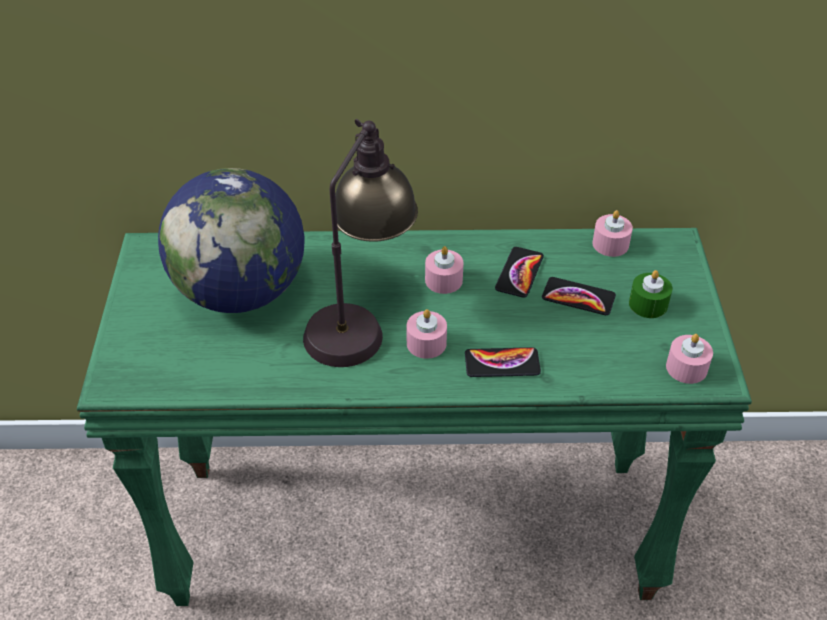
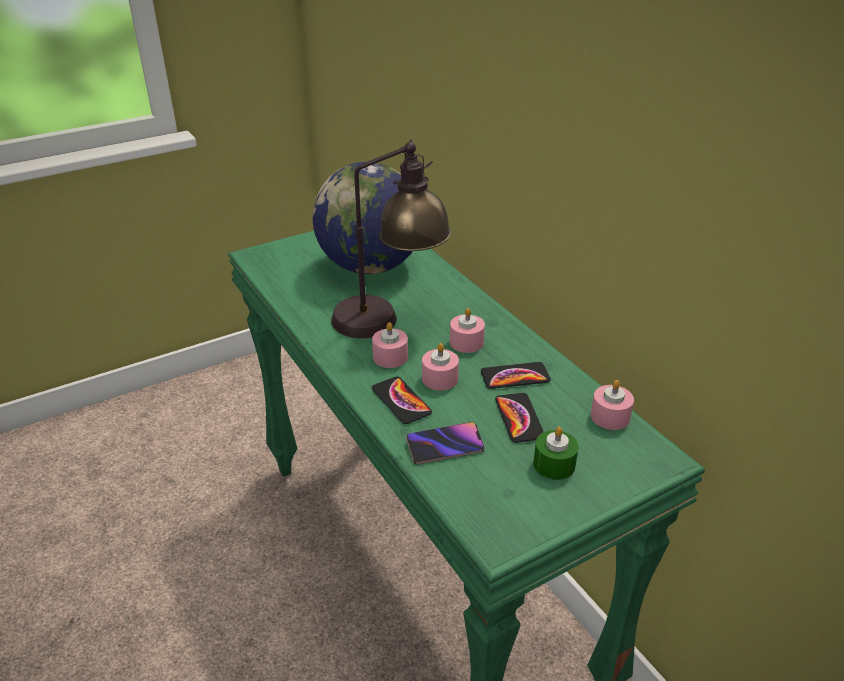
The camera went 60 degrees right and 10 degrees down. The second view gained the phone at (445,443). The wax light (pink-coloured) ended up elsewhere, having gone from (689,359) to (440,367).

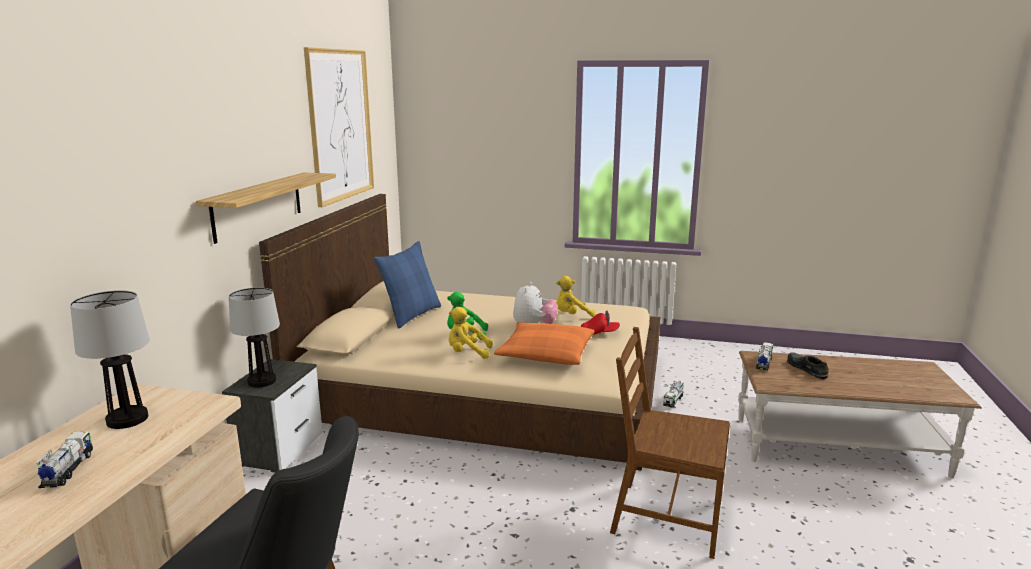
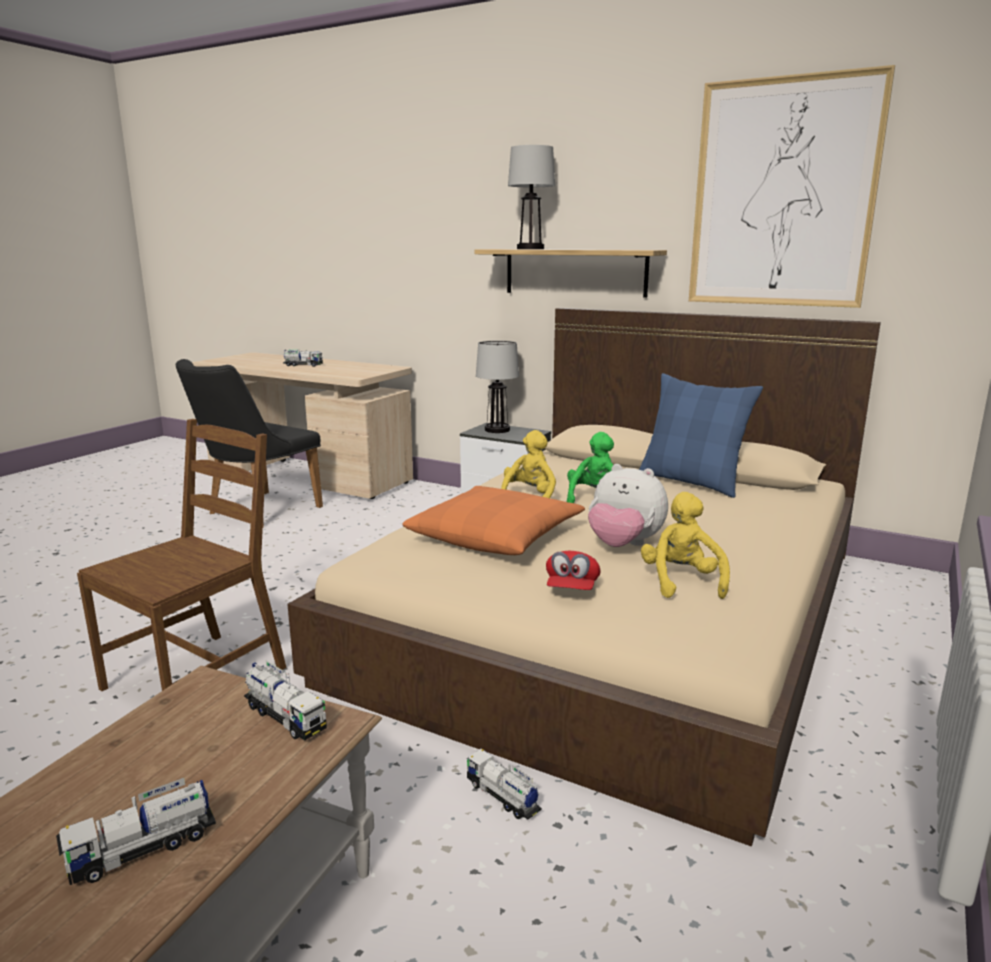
The camera went 105 degrees right and 0 degrees up. The second view gained the toy truck at (136,831). The tabletop lamp ended up elsewhere, having gone from (110,359) to (531,197). The second view lost the shoe (black) at (807,365).

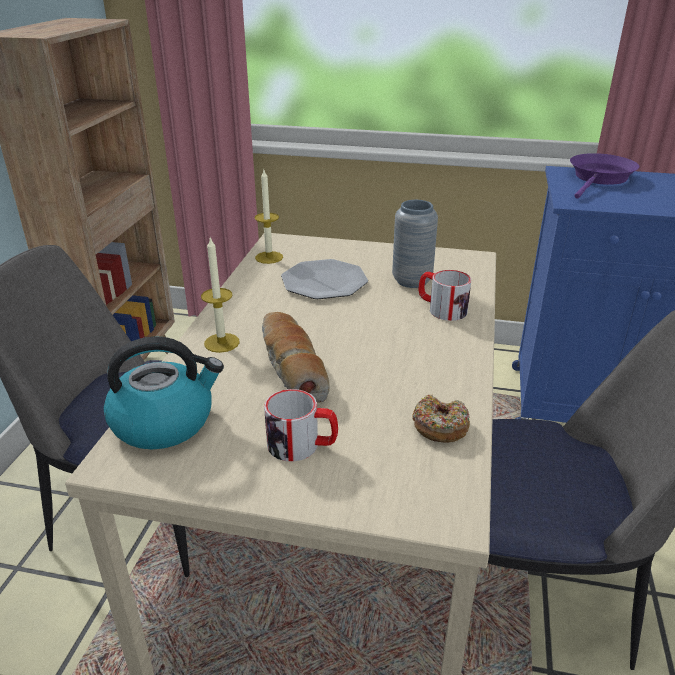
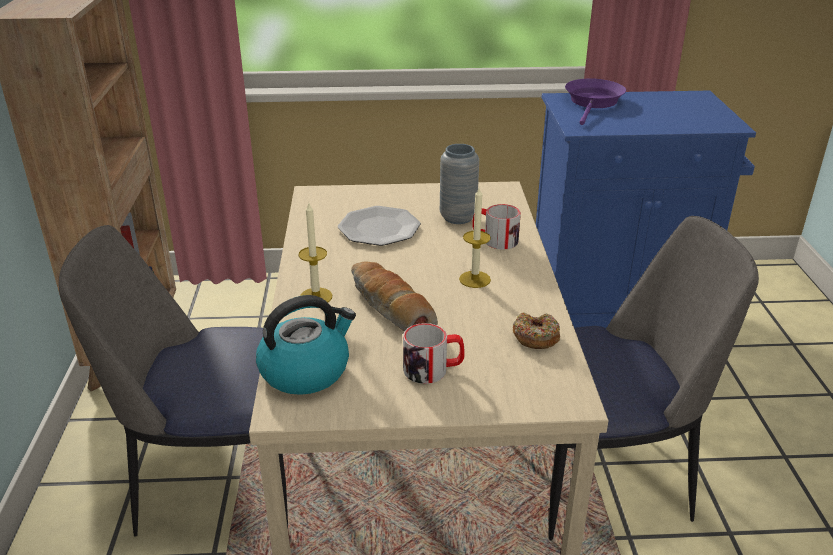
The camera went 15 degrees left and 0 degrees up. The wax light ended up elsewhere, having gone from (268,217) to (475,238).

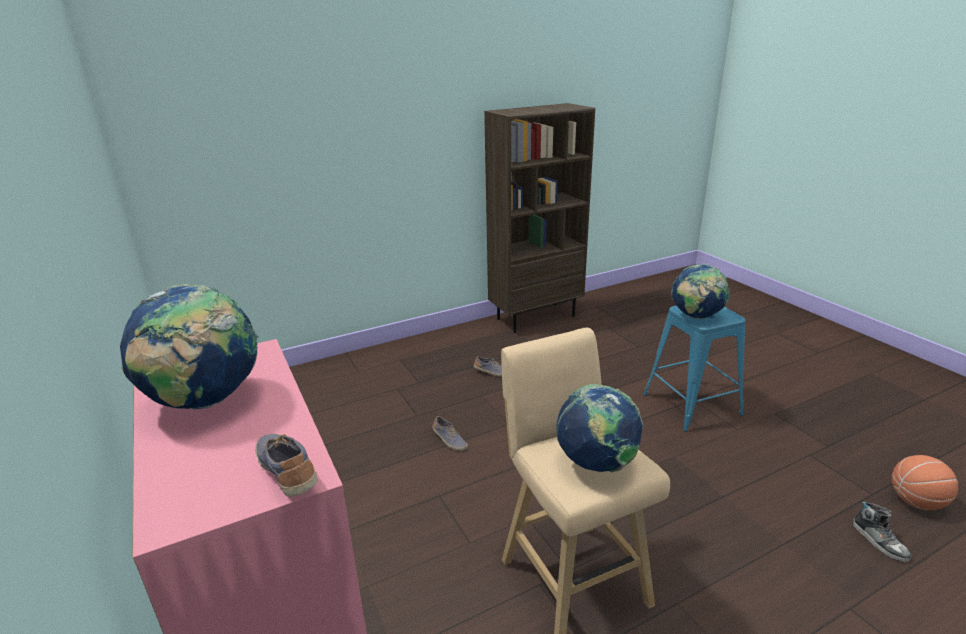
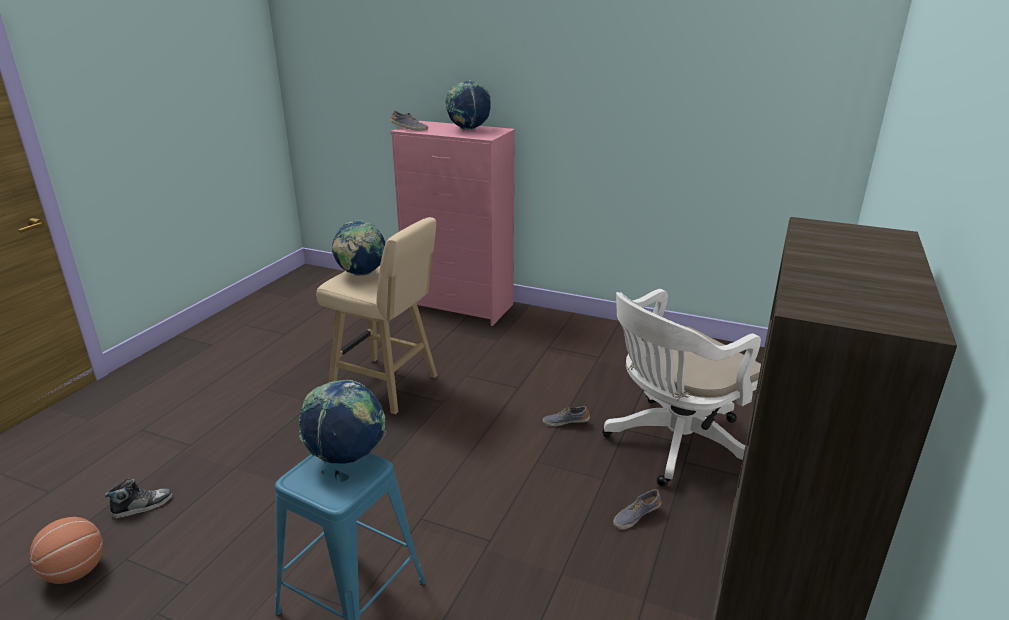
The camera went 140 degrees right and 0 degrees up. The shoe at (882,532) ended up facing another way, 120 degrees clockwise from before. The second view gained the computer chair (whitish) at (681,388).

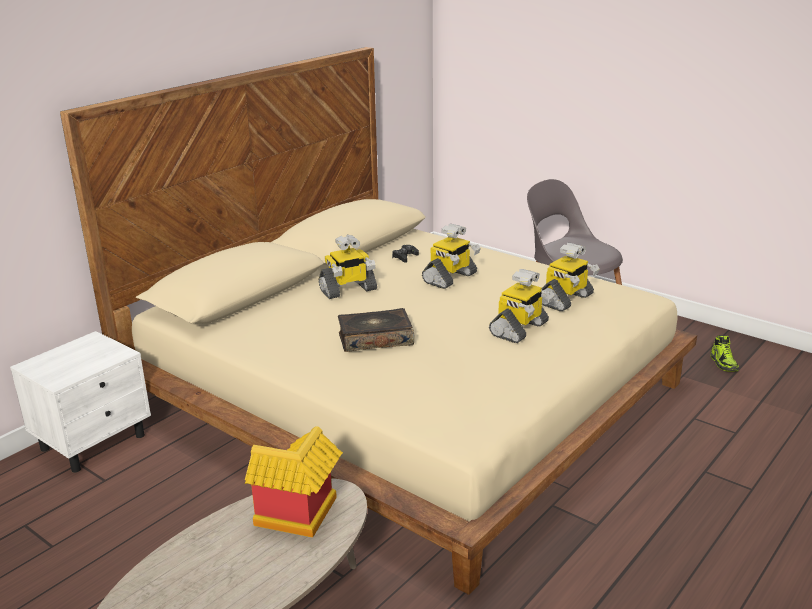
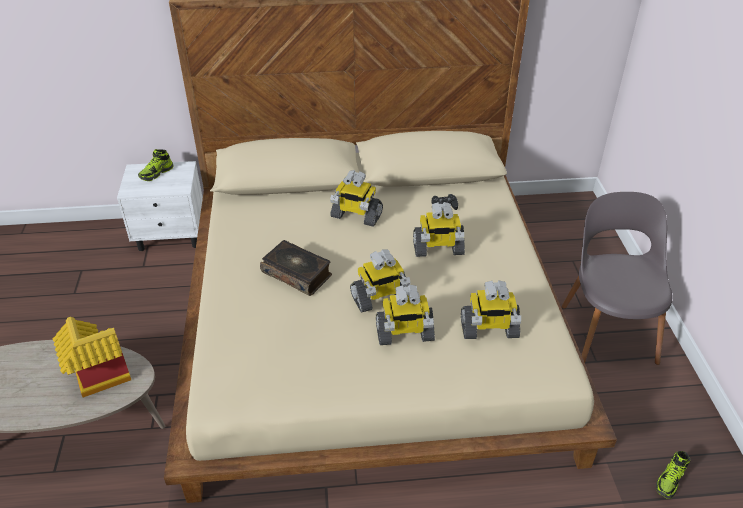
The camera went 45 degrees right and 15 degrees up. The second view gained the shoe at (155,165). The second view gained the toy robot at (380,281).

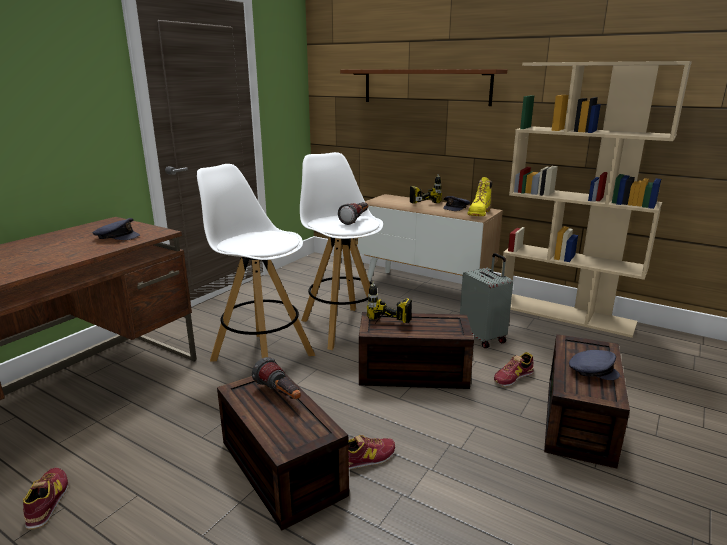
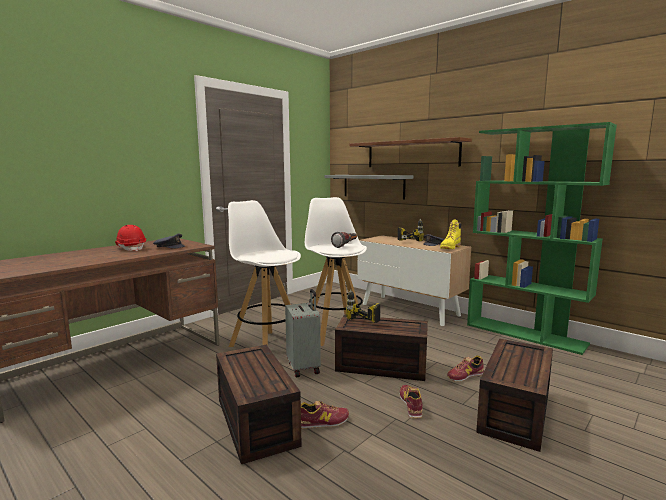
The camera went 10 degrees right and 10 degrees down. The second view gained the safety helmet (red-coloured) at (130,238). The piece of luggage (gray) ended up elsewhere, having gone from (486,300) to (303,333). The second view gained the wall shelf (gray) at (368,187). The shoe ended up elsewhere, having gone from (45,499) to (411,401). What was the bookshelf (sand-coloured) at (596,199) turned into the bookshelf (green-coloured) at (542,238). The second view lost the flashlight at (276,378). The second view lost the baseball cap (gray) at (594,365).

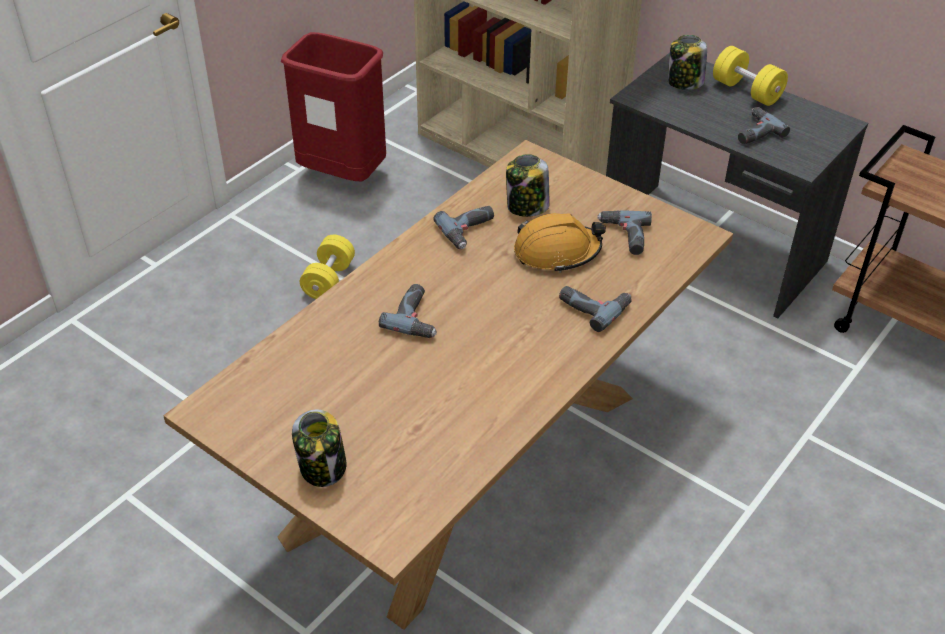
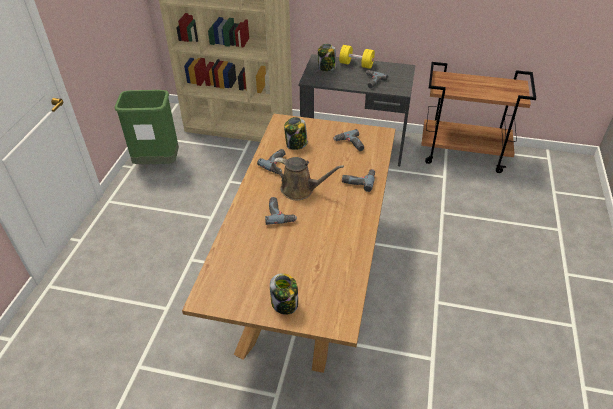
The camera went 25 degrees left and 0 degrees up. What was the rubbish bin (red-coloured) at (333,106) turned into the rubbish bin (green-coloured) at (147,127). The second view gained the watering pot (brown-coloured) at (307,178). The second view lost the hand weight (yellow) at (327,267). The second view lost the safety helmet (orange-coloured) at (560,243).

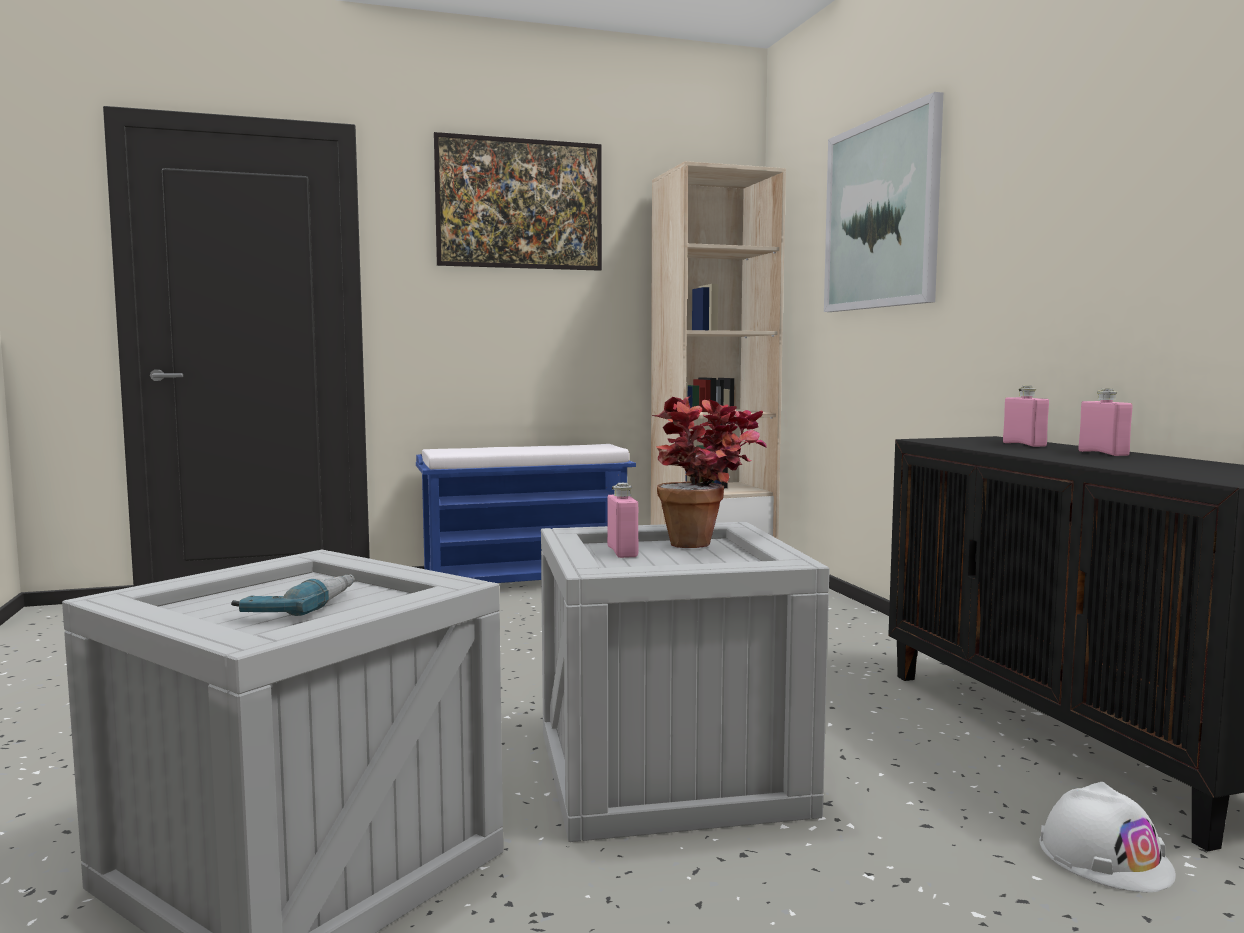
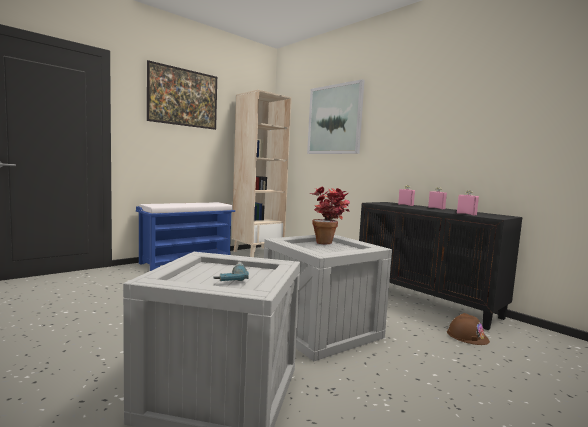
The camera went 25 degrees left and 0 degrees up. What was the safety helmet (whitish) at (1107,837) turned into the safety helmet (brown-coloured) at (468,329). The bottle (pink-coloured) ended up elsewhere, having gone from (622,520) to (468,202).

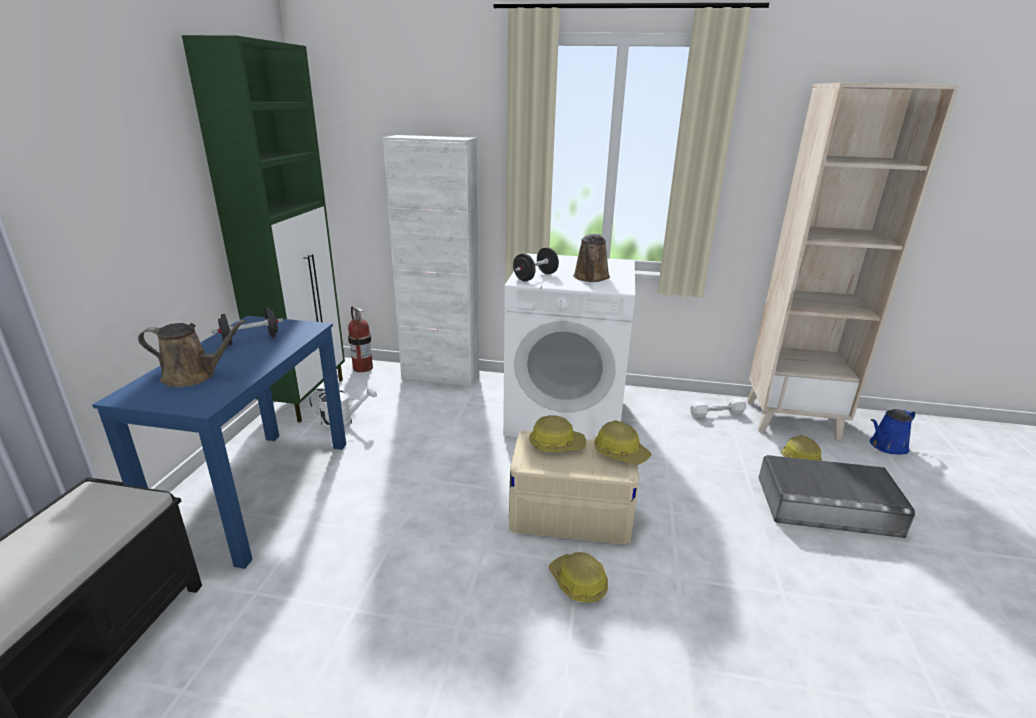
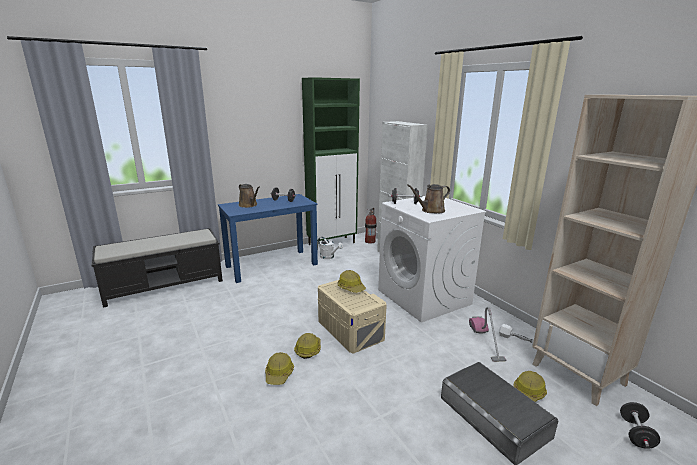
The camera went 50 degrees right and 5 degrees down. The safety helmet ended up elsewhere, having gone from (623,443) to (279,368). The second view gained the hoover at (487,334). Where the watering pot (blue-coloured) stood at (892,431), the hand weight (black) came to stand at (640,425).

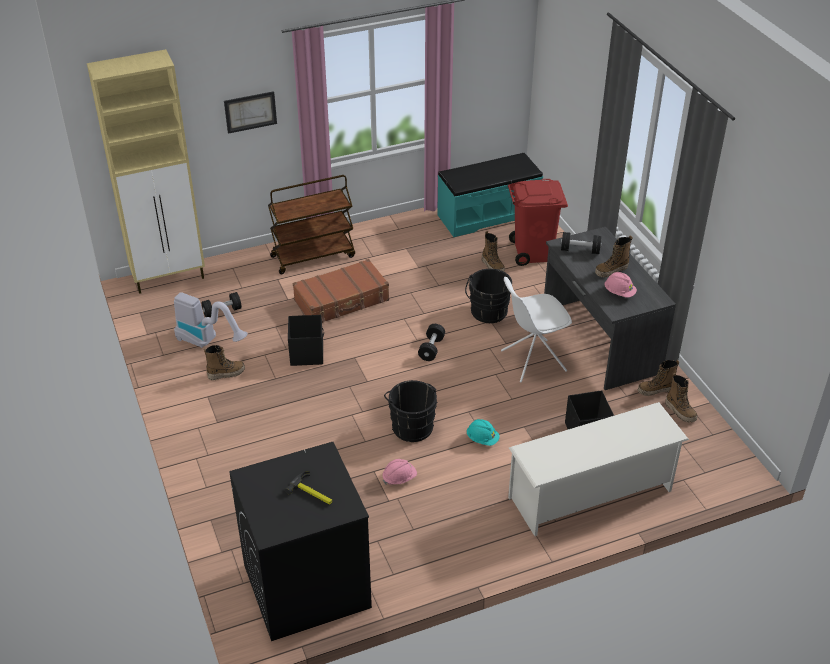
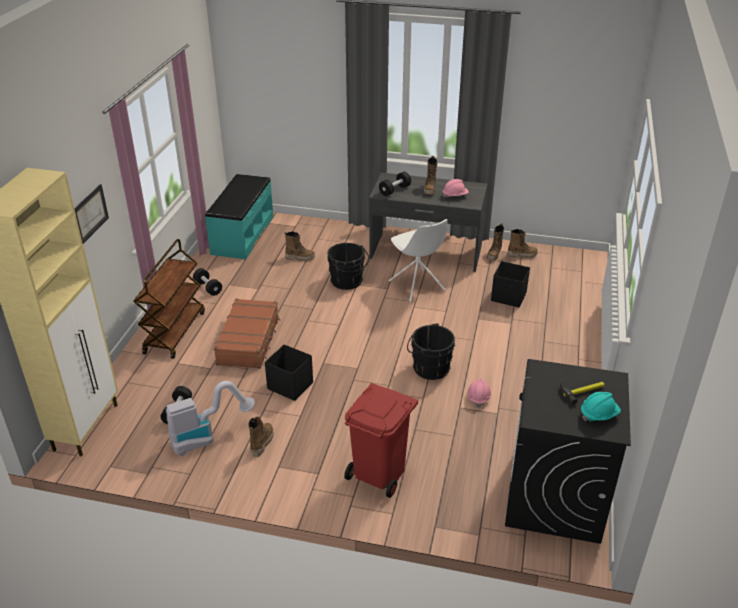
The camera went 55 degrees left and 5 degrees down. The hand weight (black) ended up elsewhere, having gone from (431,342) to (207,282). The rubbish bin (red-coloured) ended up elsewhere, having gone from (538,222) to (381,440). The upright chair (whitish) at (536,329) ended up facing another way, 45 degrees counterclockwise from before. The safety helmet (blue-green) ended up elsewhere, having gone from (483,432) to (601,406). The second view lost the shoe rack (whitish) at (598,469).

